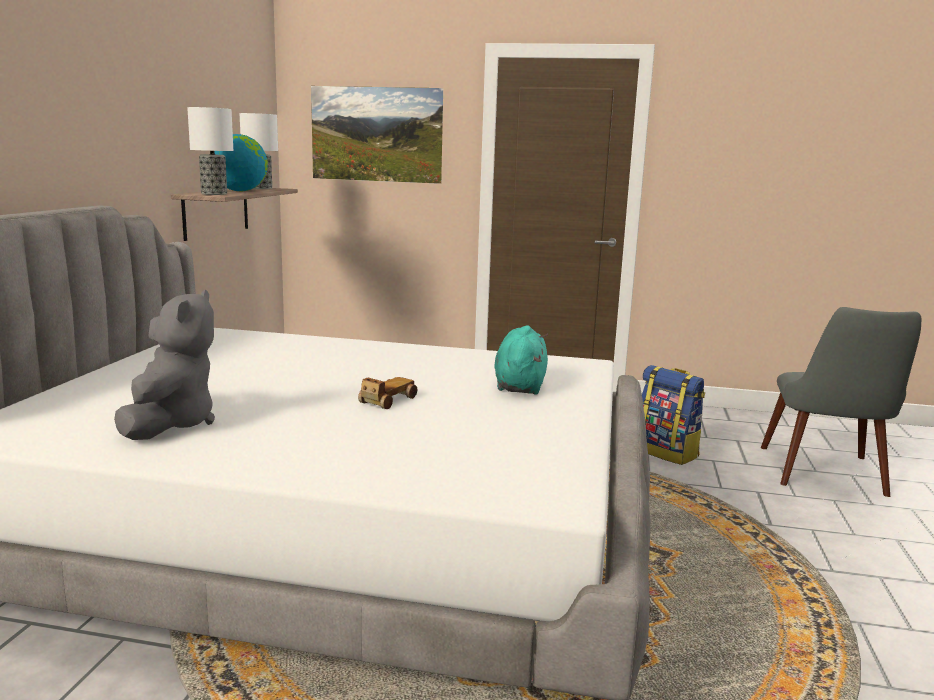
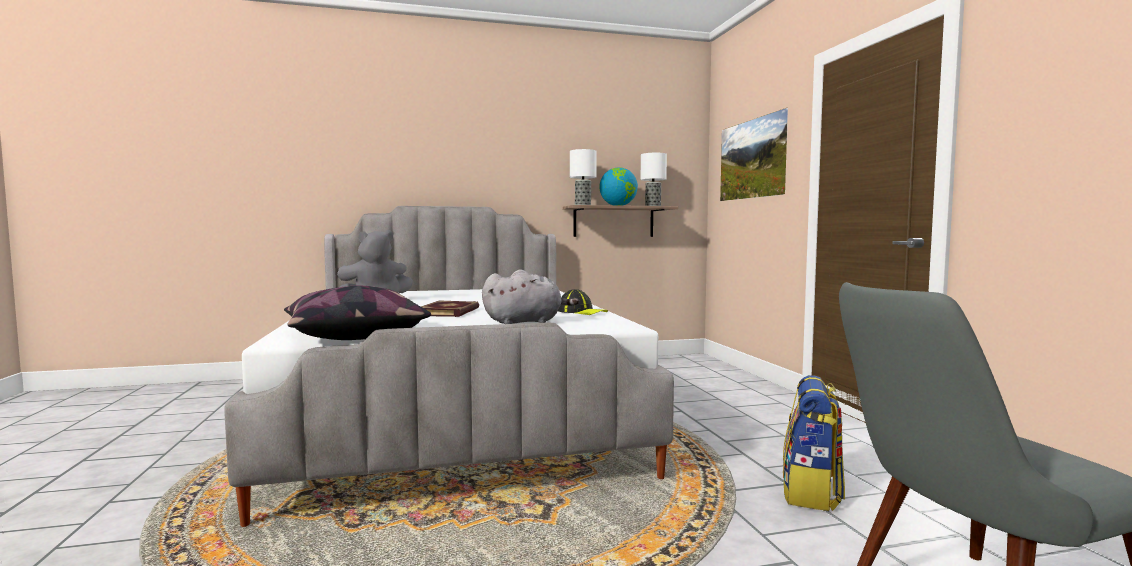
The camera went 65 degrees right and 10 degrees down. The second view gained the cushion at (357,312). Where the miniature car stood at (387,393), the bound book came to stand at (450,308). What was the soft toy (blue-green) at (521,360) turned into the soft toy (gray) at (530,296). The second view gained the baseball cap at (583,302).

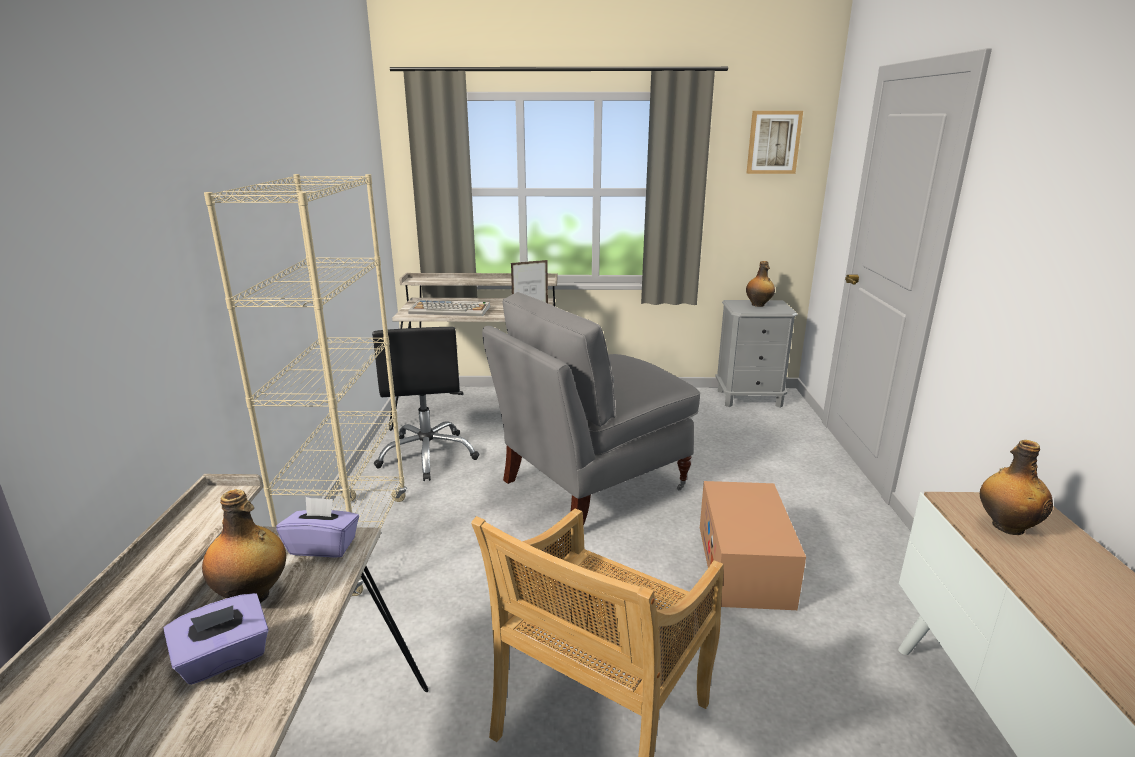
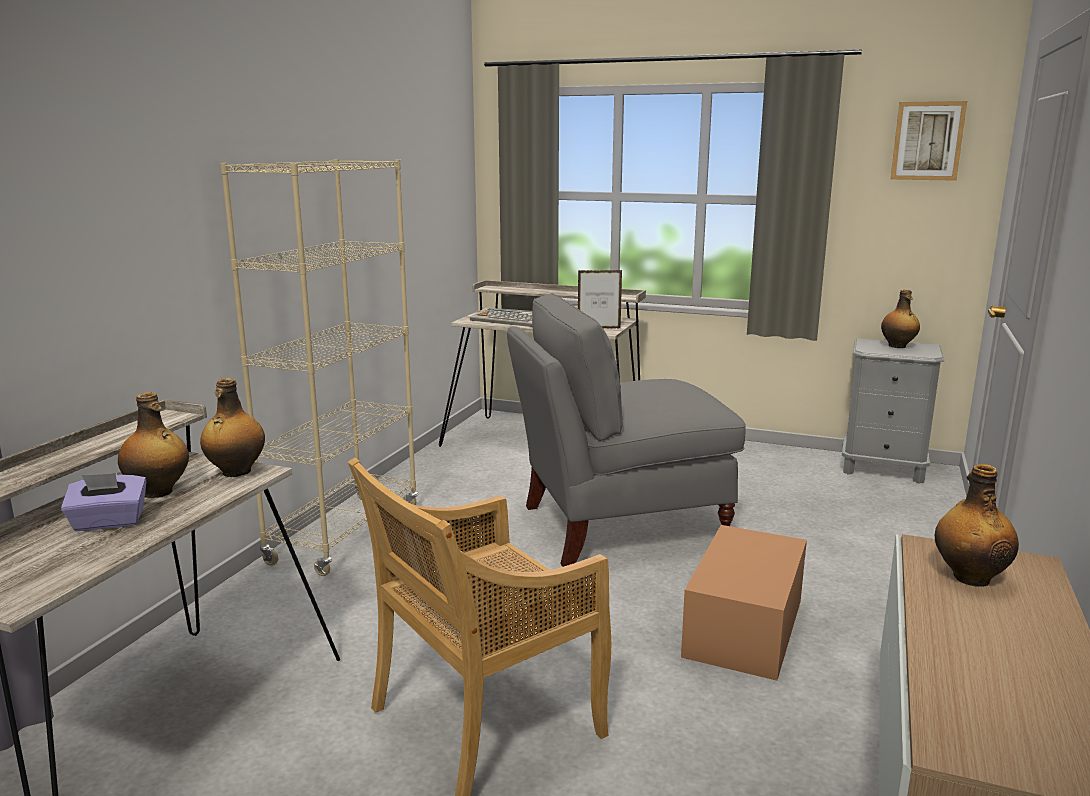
The camera went 20 degrees right and 5 degrees down. Where the tissue box (purple) stood at (317,527), the bottle came to stand at (232,427). The second view lost the computer chair (black) at (425,404).

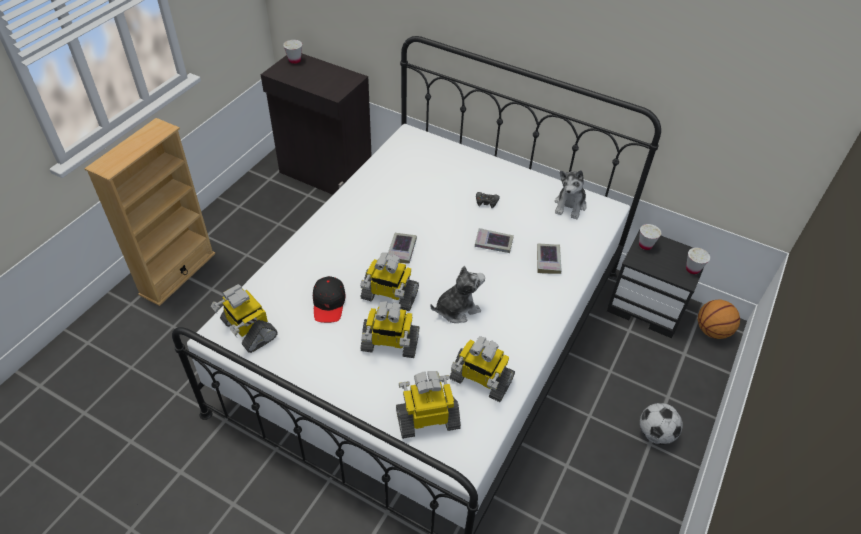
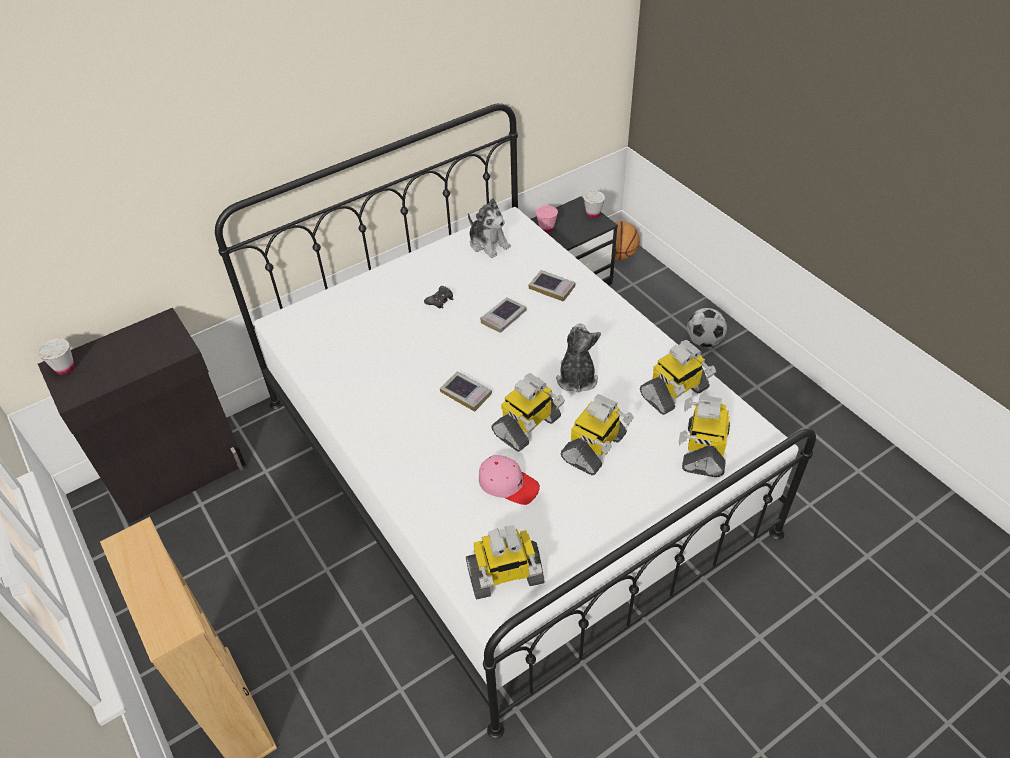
The camera went 60 degrees left and 0 degrees up. What was the baseball cap (black) at (329,299) turned into the baseball cap (pink-coloured) at (509,480). What was the drinking cup (whitish) at (650,237) turned into the drinking cup (pink-coloured) at (547,219).

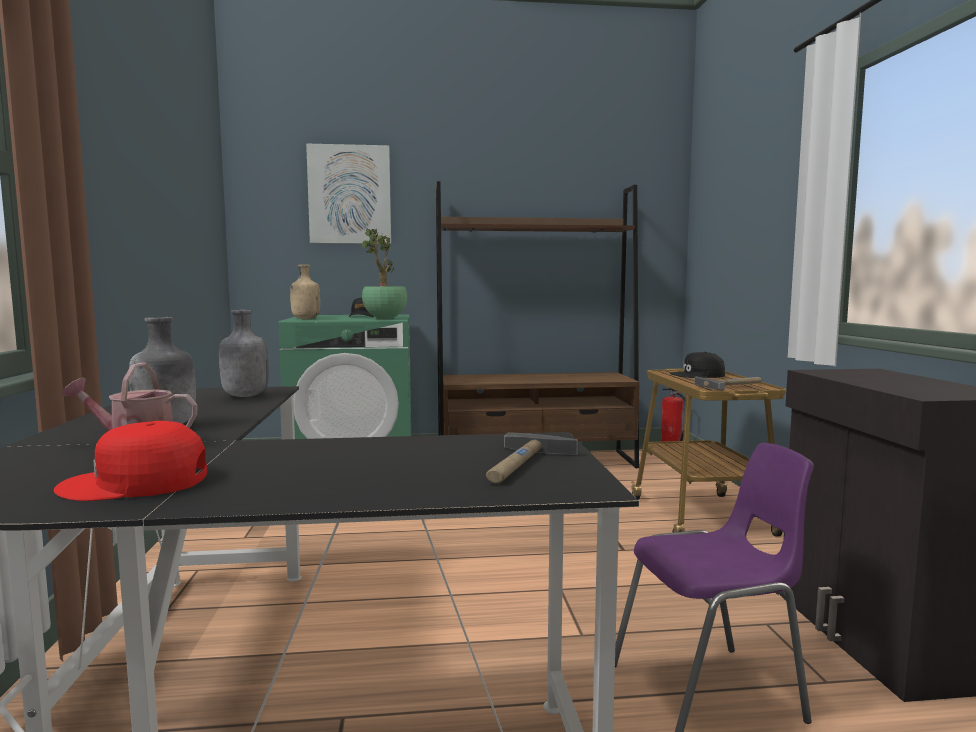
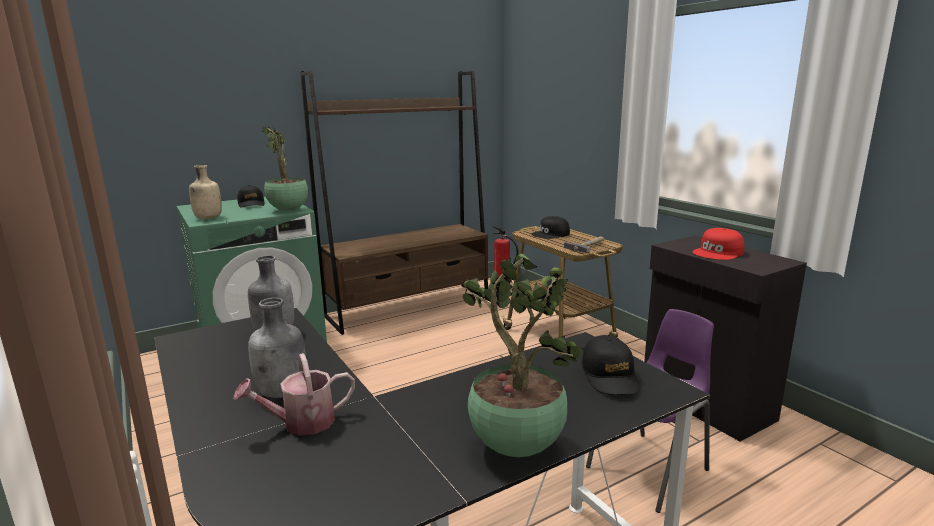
The camera went 25 degrees left and 10 degrees up. The second view gained the potted plant at (523,355). Where the hand hammer stood at (532,457), the baseball cap (black) came to stand at (611,365). The baseball cap (red-coloured) ended up elsewhere, having gone from (130,461) to (718,244). The second view lost the wall art at (348,194).

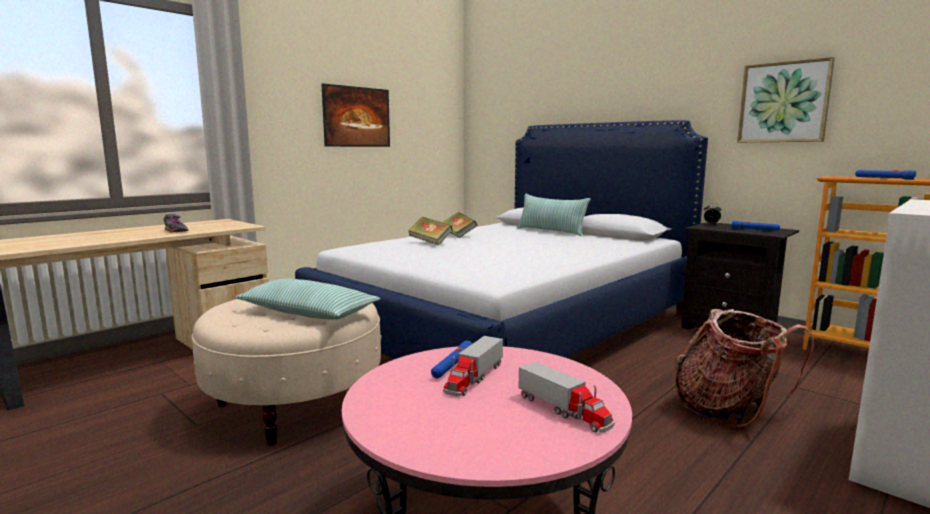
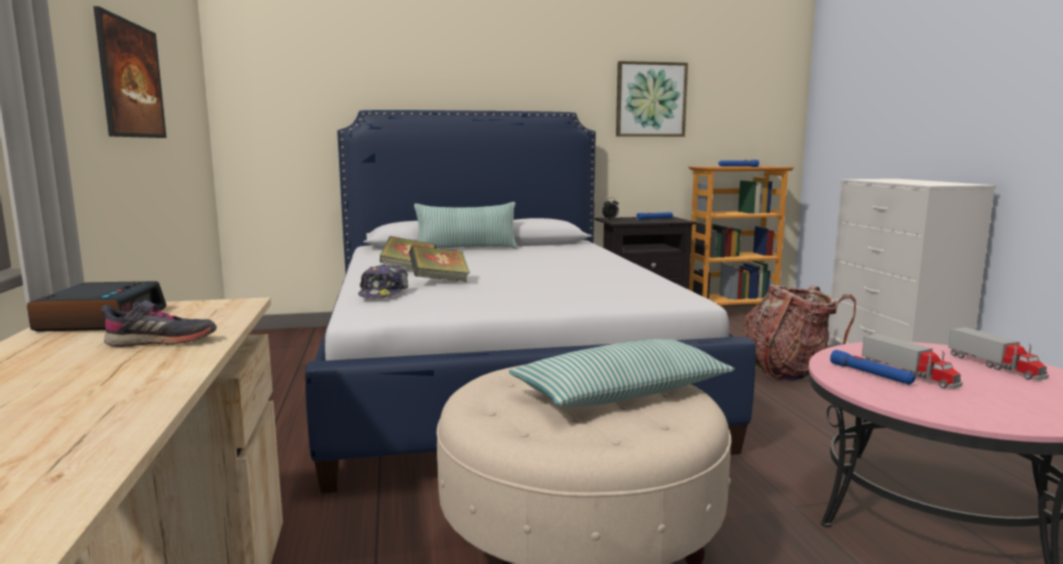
The camera went 55 degrees left and 0 degrees up. The second view gained the alarm clock at (97,306). The second view gained the baseball cap at (383,281). The toy truck at (567,397) ended up facing another way, 75 degrees clockwise from before.

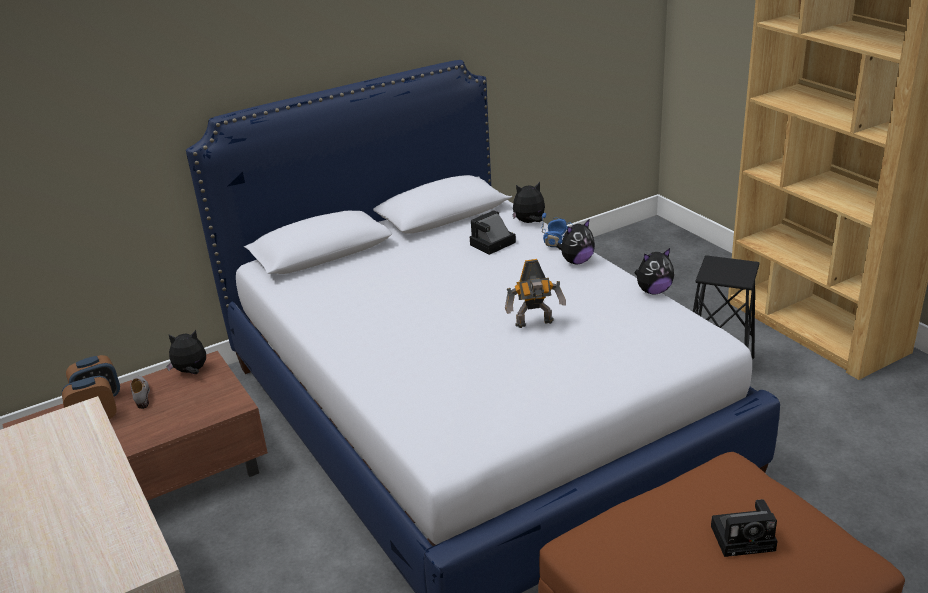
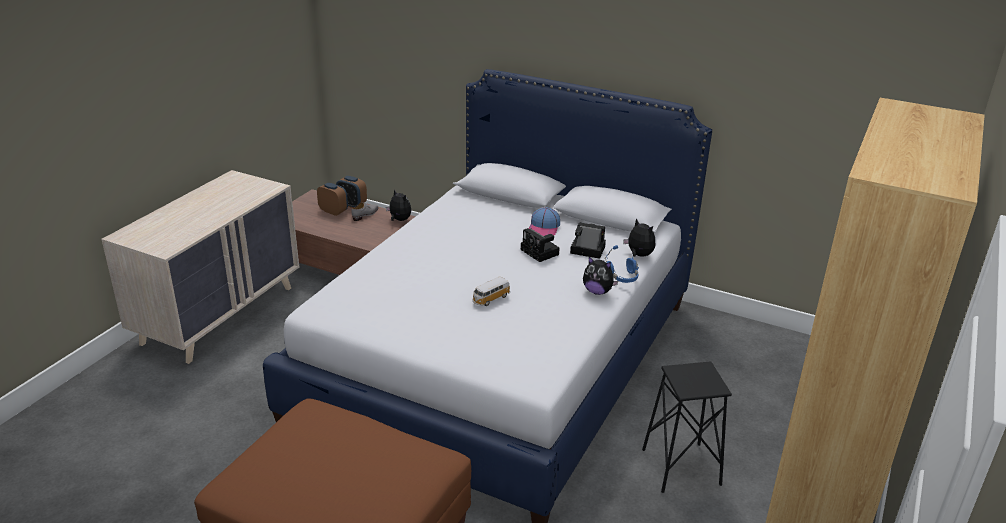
The camera went 55 degrees right and 0 degrees up. Where the toy robot stood at (535,293), the miniature car came to stand at (491,291). The still camera ended up elsewhere, having gone from (744,528) to (540,245). The second view gained the baseball cap at (544,221). The second view lost the soft toy at (654,271).

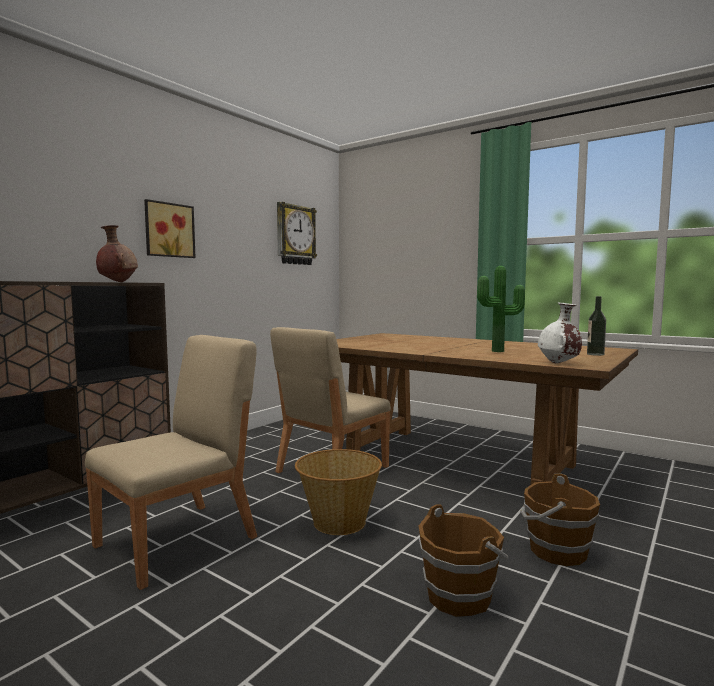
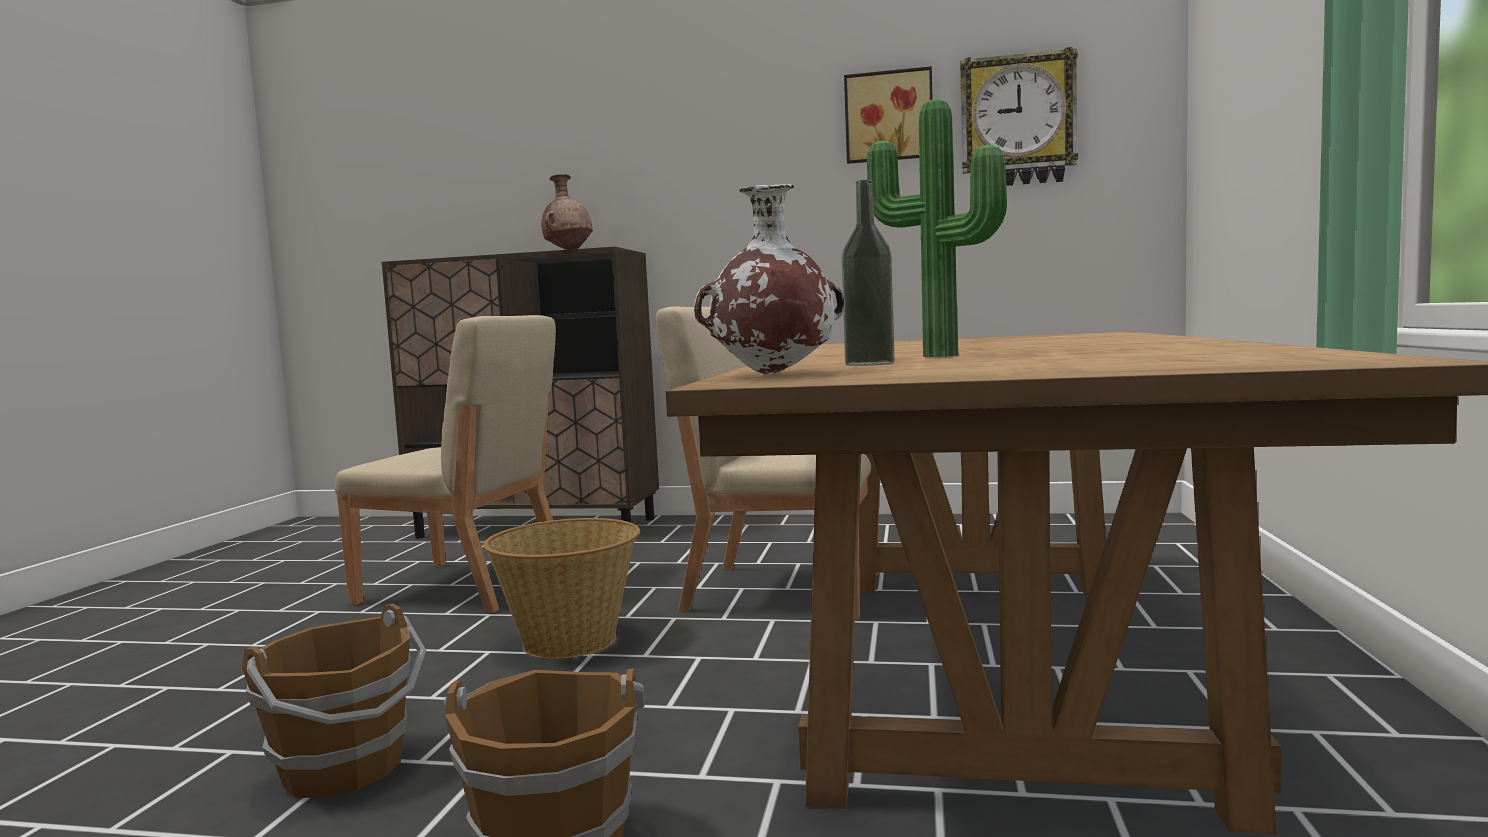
The camera went 65 degrees right and 0 degrees up. The bottle ended up elsewhere, having gone from (596,326) to (868,273). The wall art ended up elsewhere, having gone from (170,228) to (888,115).

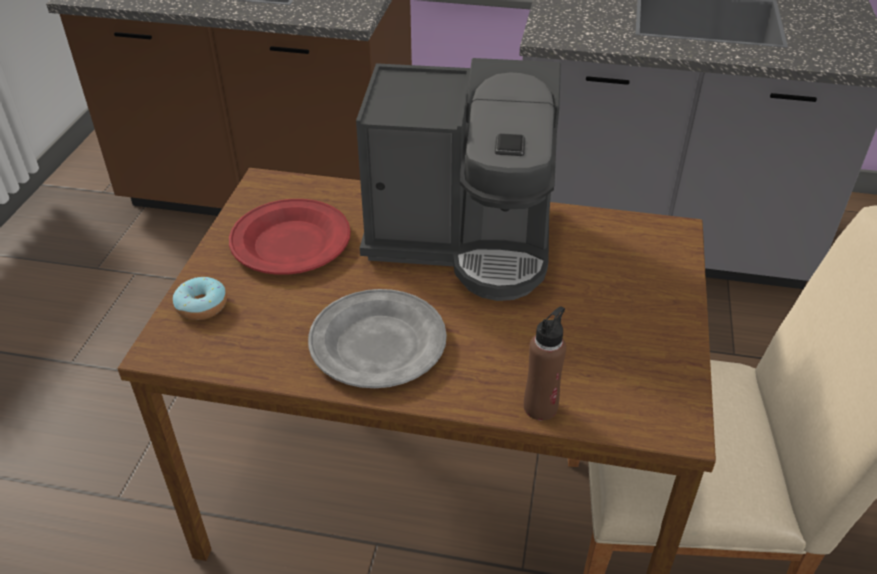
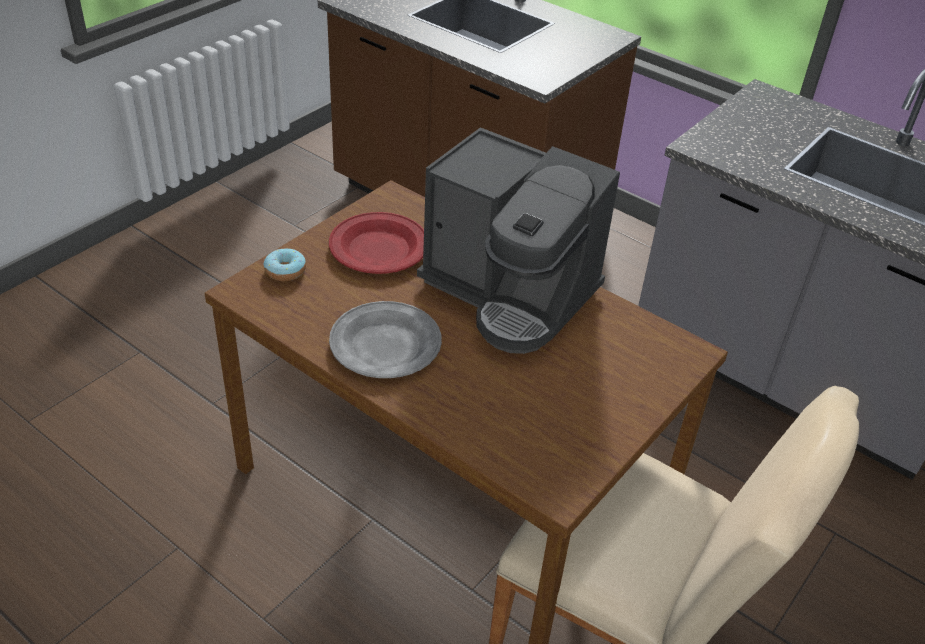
The camera went 25 degrees right and 0 degrees up. The second view lost the bottle (brown-coloured) at (545,363).

